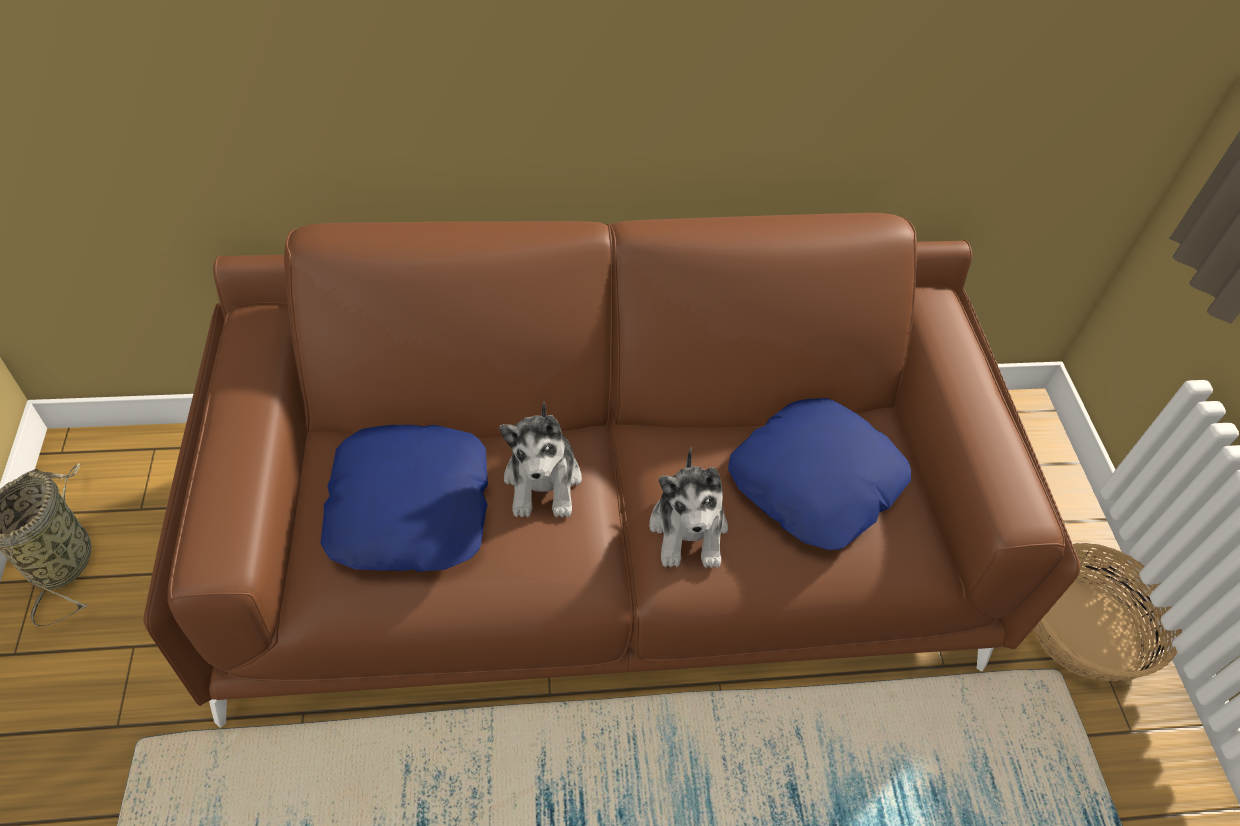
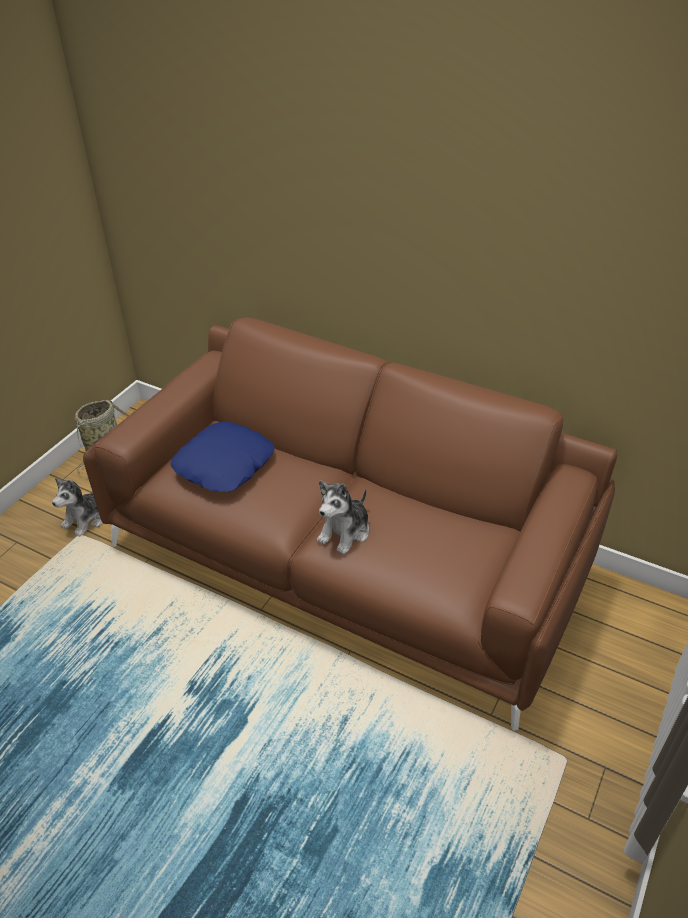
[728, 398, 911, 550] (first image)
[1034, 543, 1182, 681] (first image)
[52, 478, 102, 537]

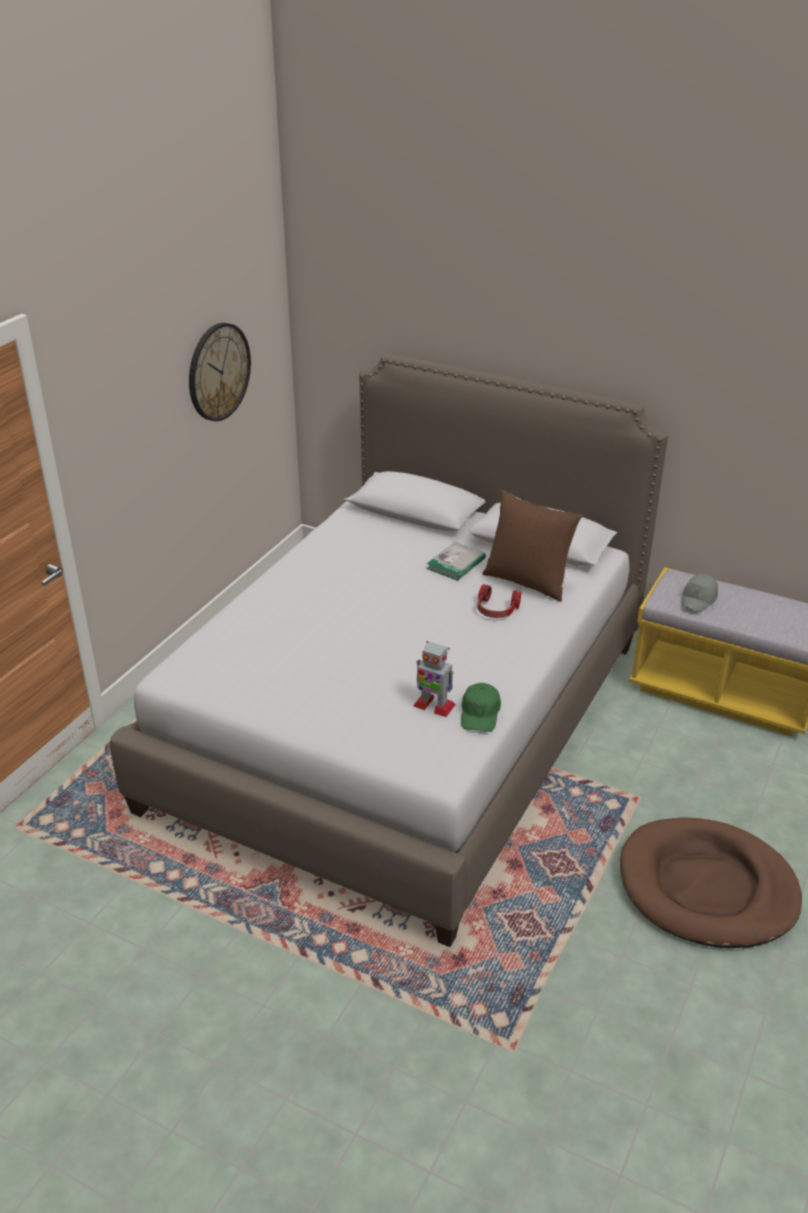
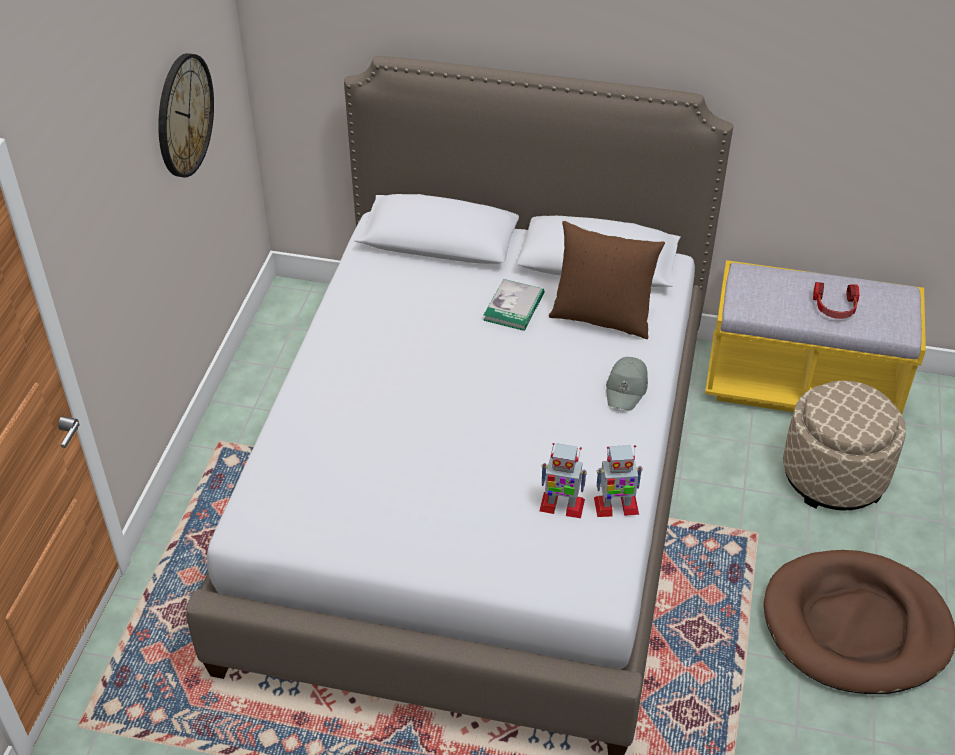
[783, 381, 906, 510]
[813, 282, 859, 319]
[606, 357, 648, 411]
[594, 445, 643, 517]

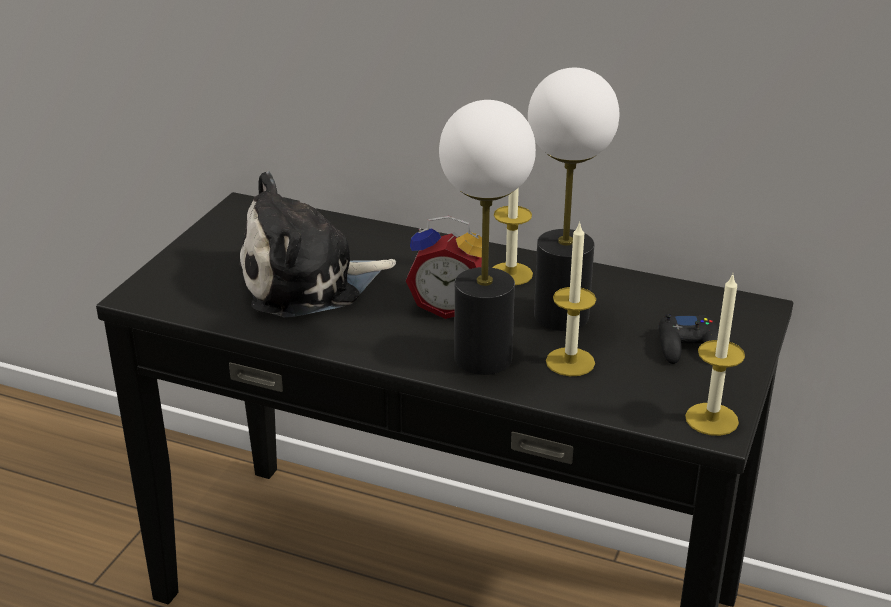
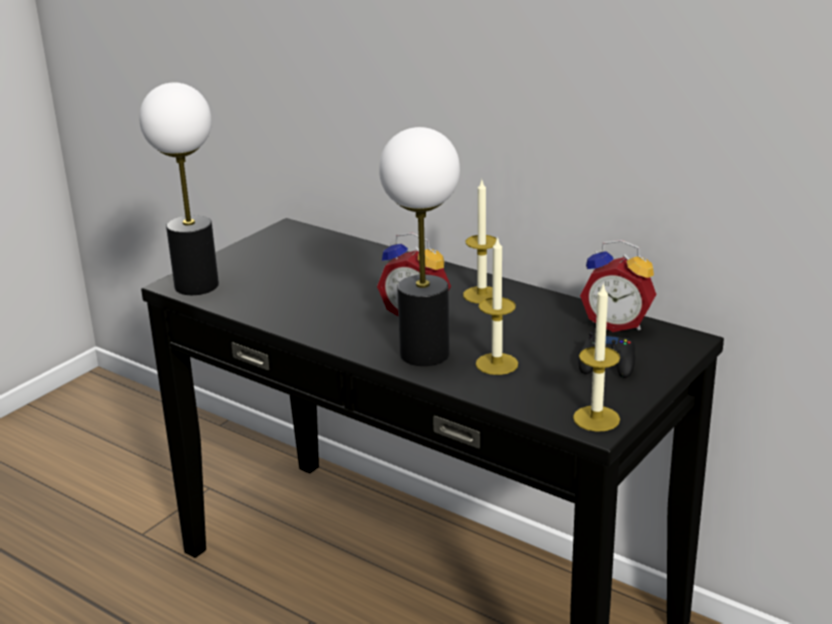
[239, 171, 396, 317] (first image)
[580, 240, 656, 332]
[140, 82, 219, 295]

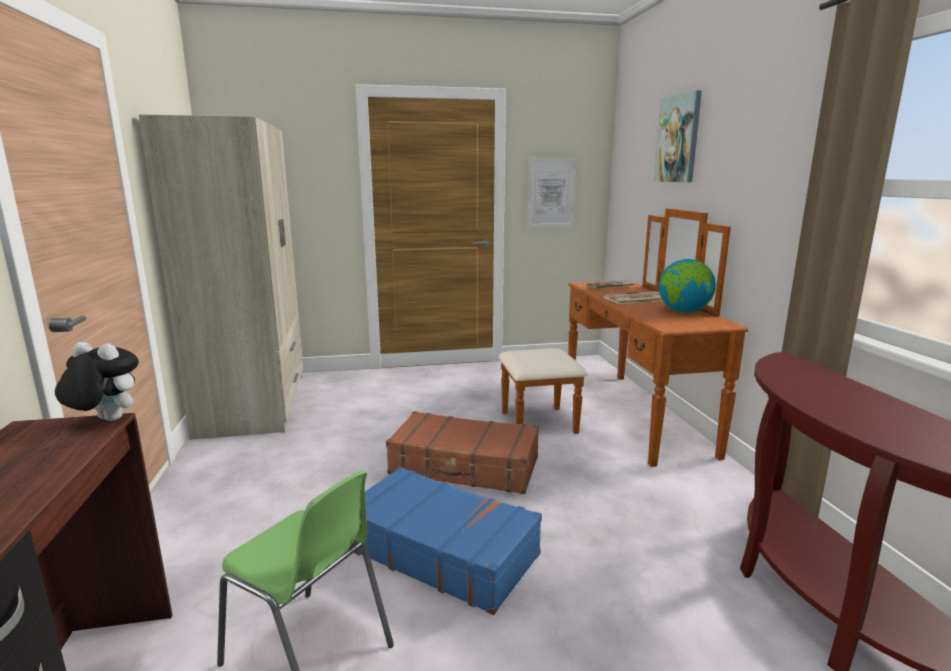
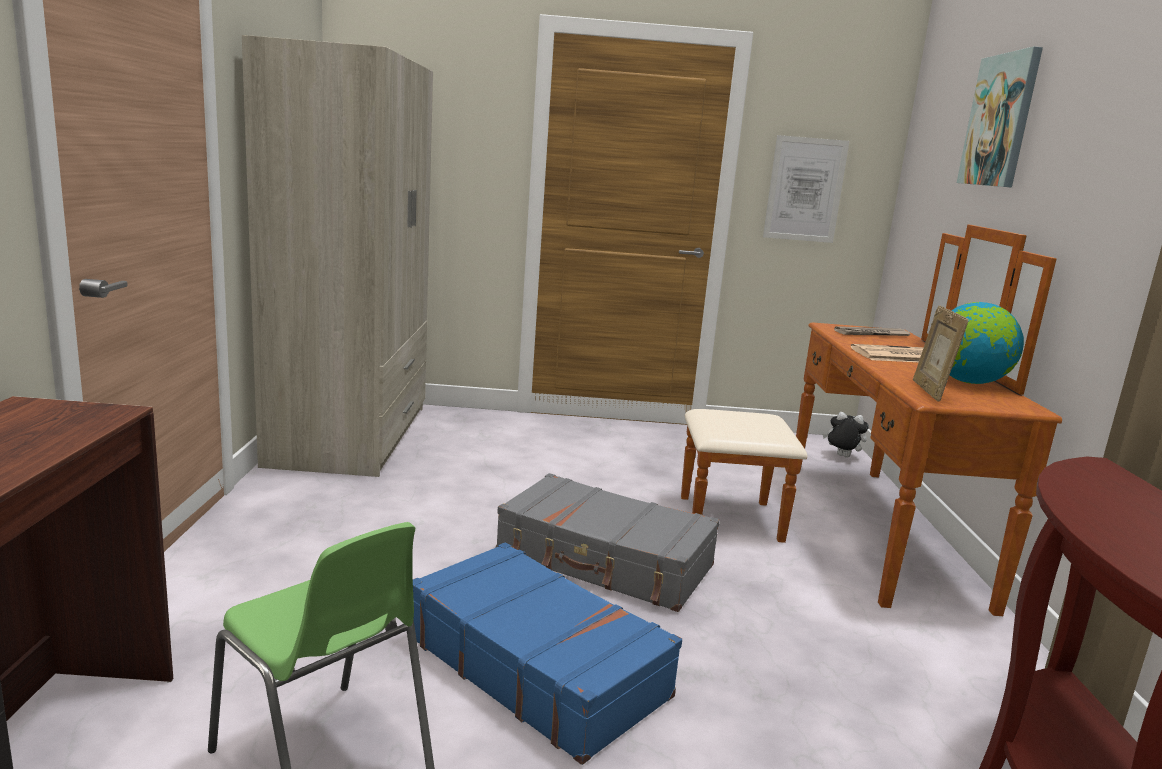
[913, 306, 968, 401]
[823, 412, 869, 458]
[496, 473, 720, 612]

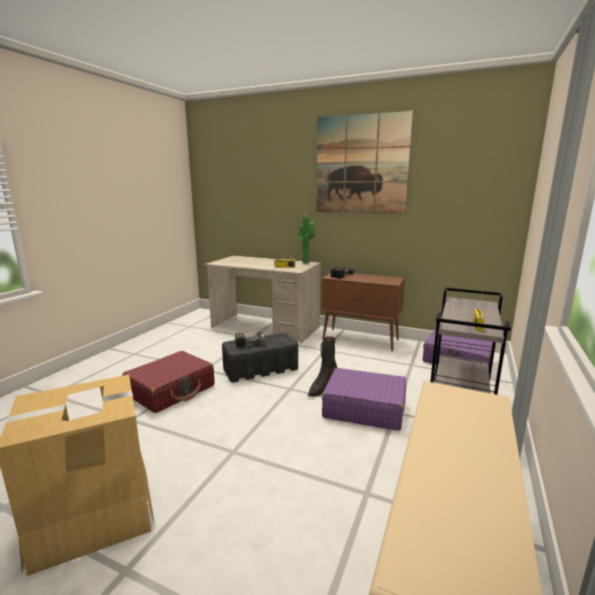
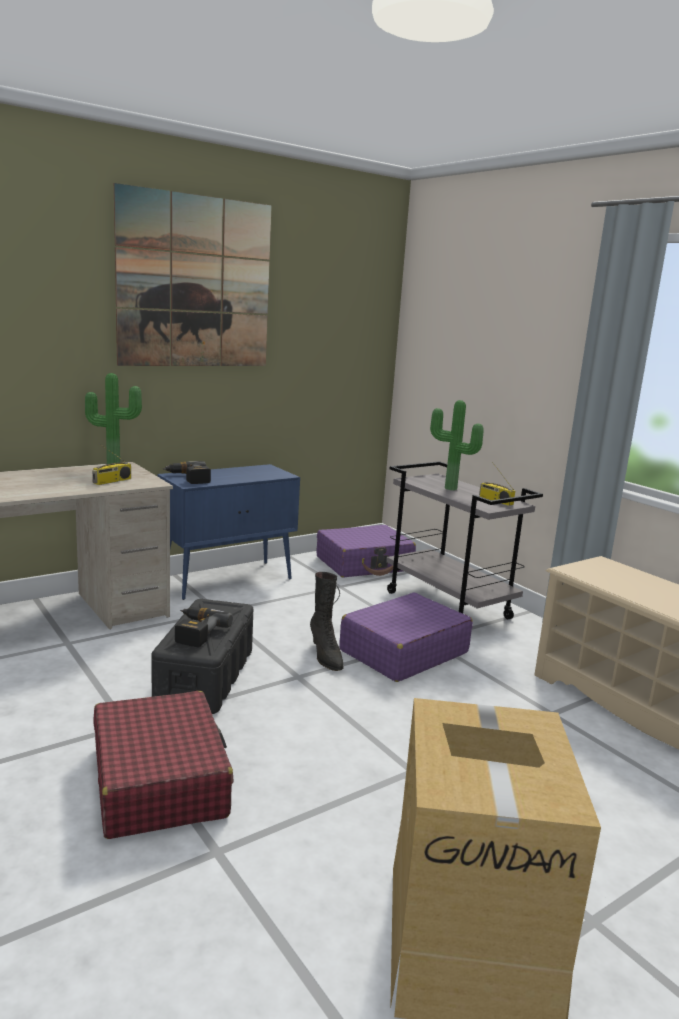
[430, 400, 484, 490]
[157, 464, 300, 600]

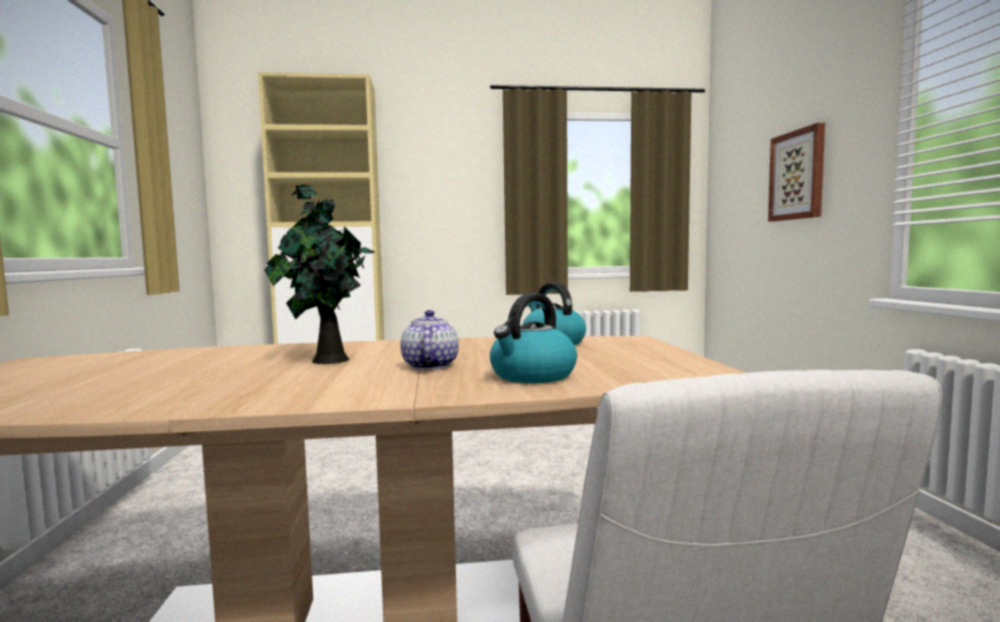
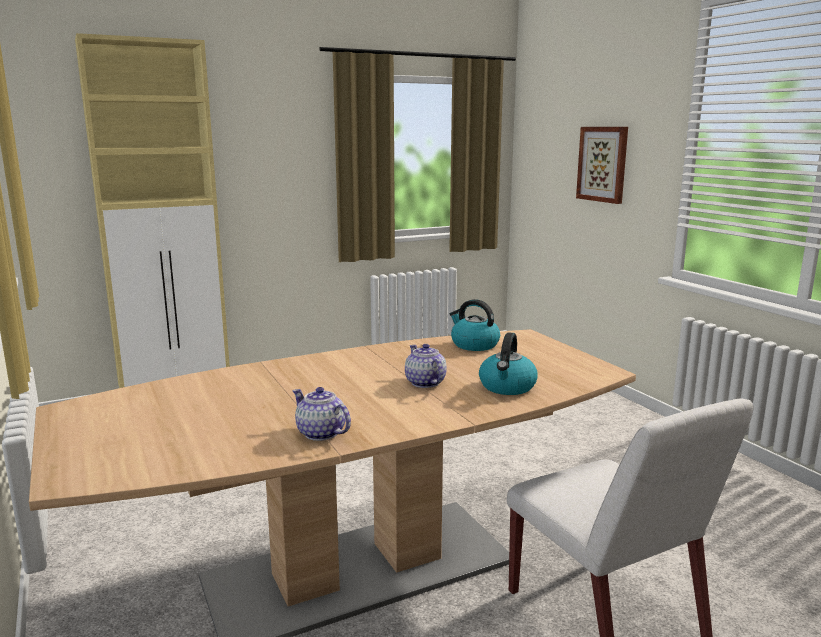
[264, 184, 375, 364] (first image)
[292, 387, 351, 441]

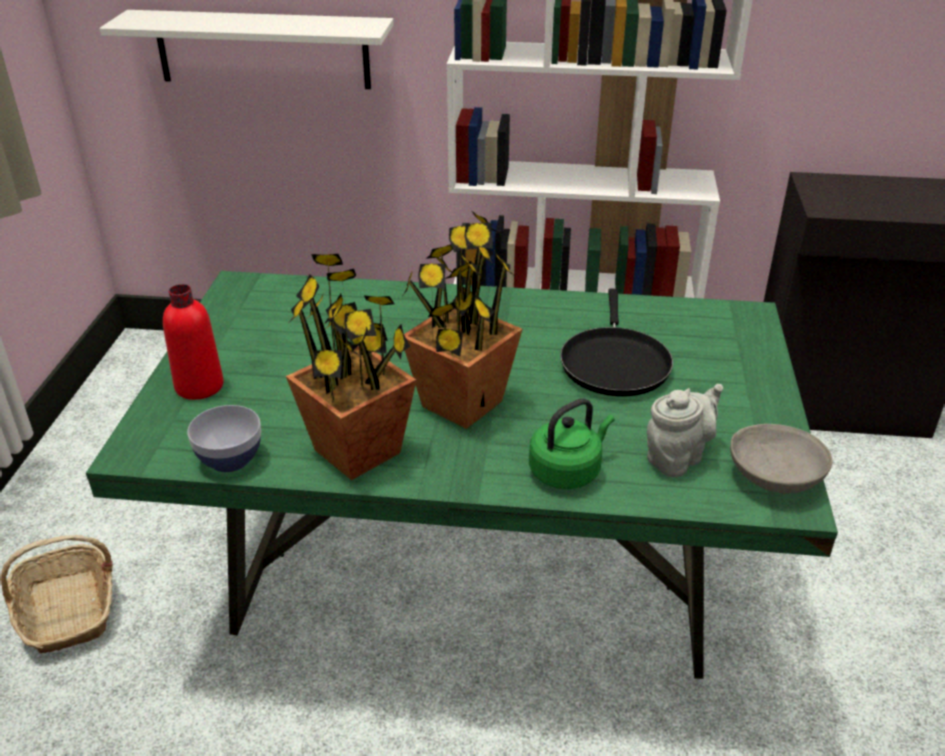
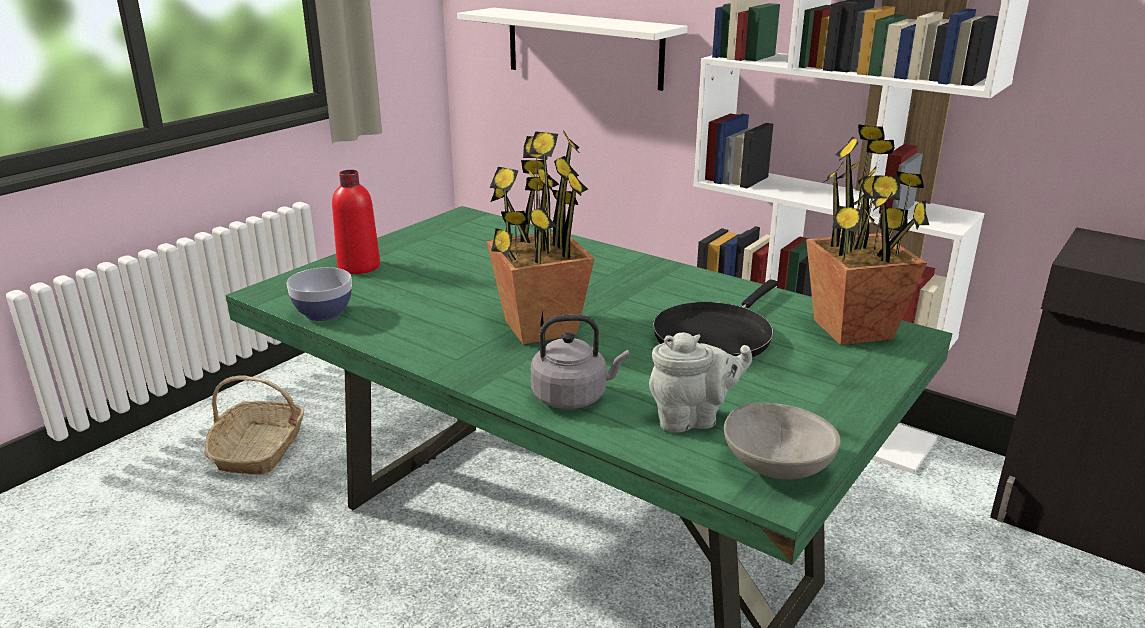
[806, 124, 929, 345]
[531, 315, 629, 409]

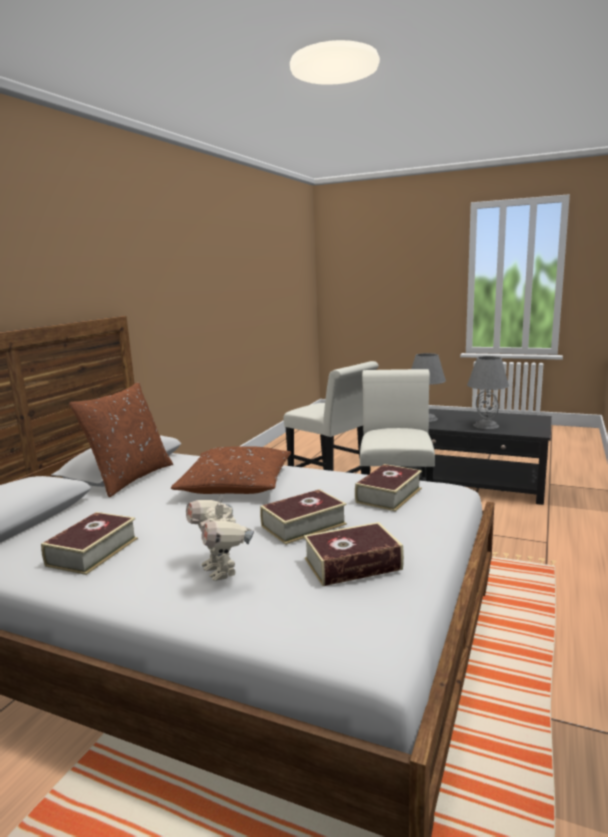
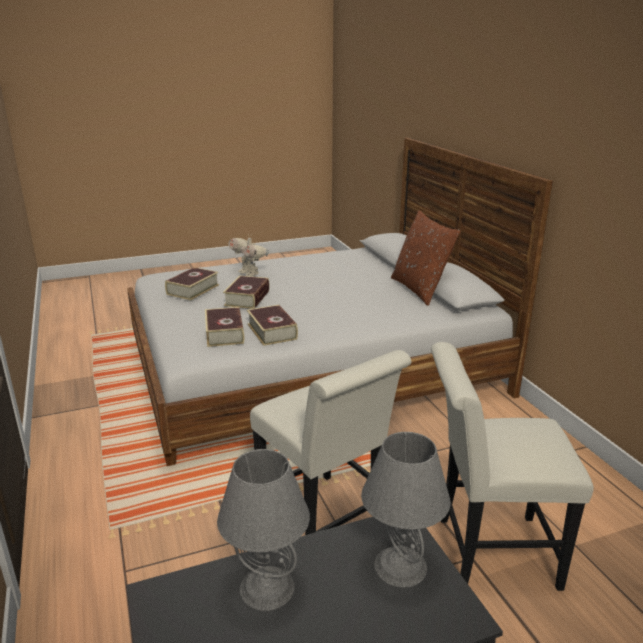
[171, 446, 291, 494] (first image)
[247, 305, 298, 346]
[228, 236, 270, 276]

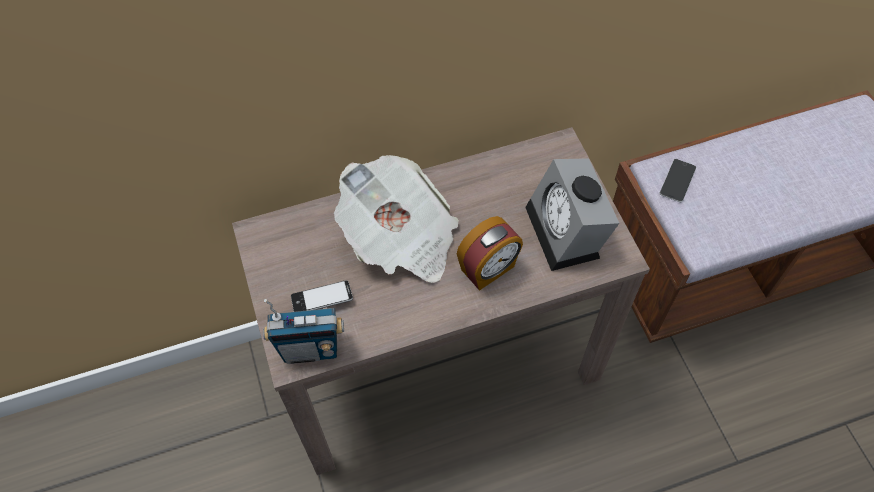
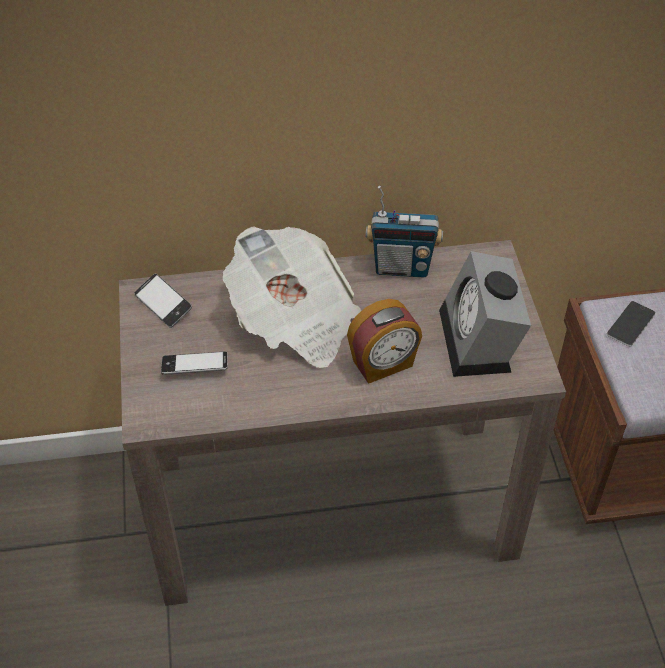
[134, 274, 192, 328]
[366, 186, 443, 277]

